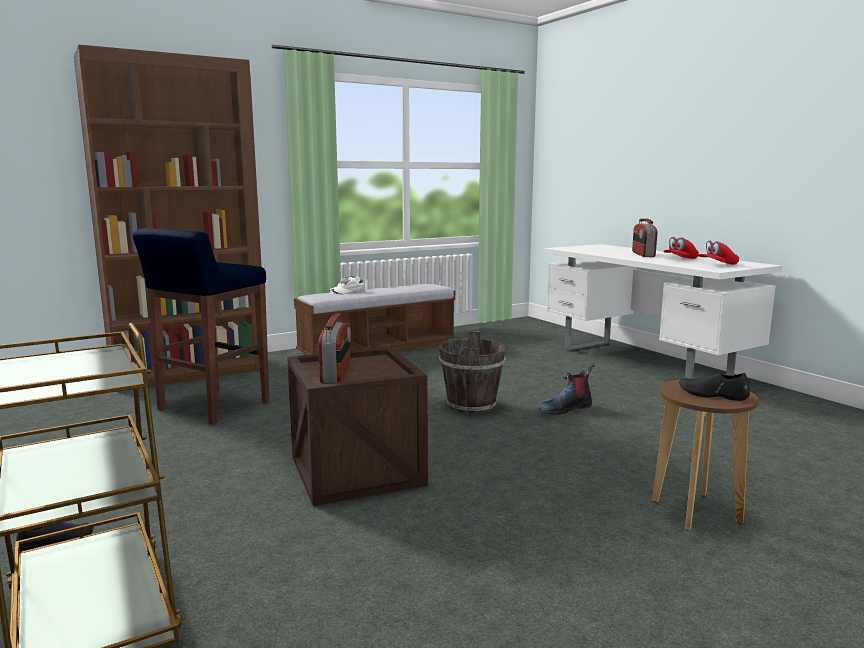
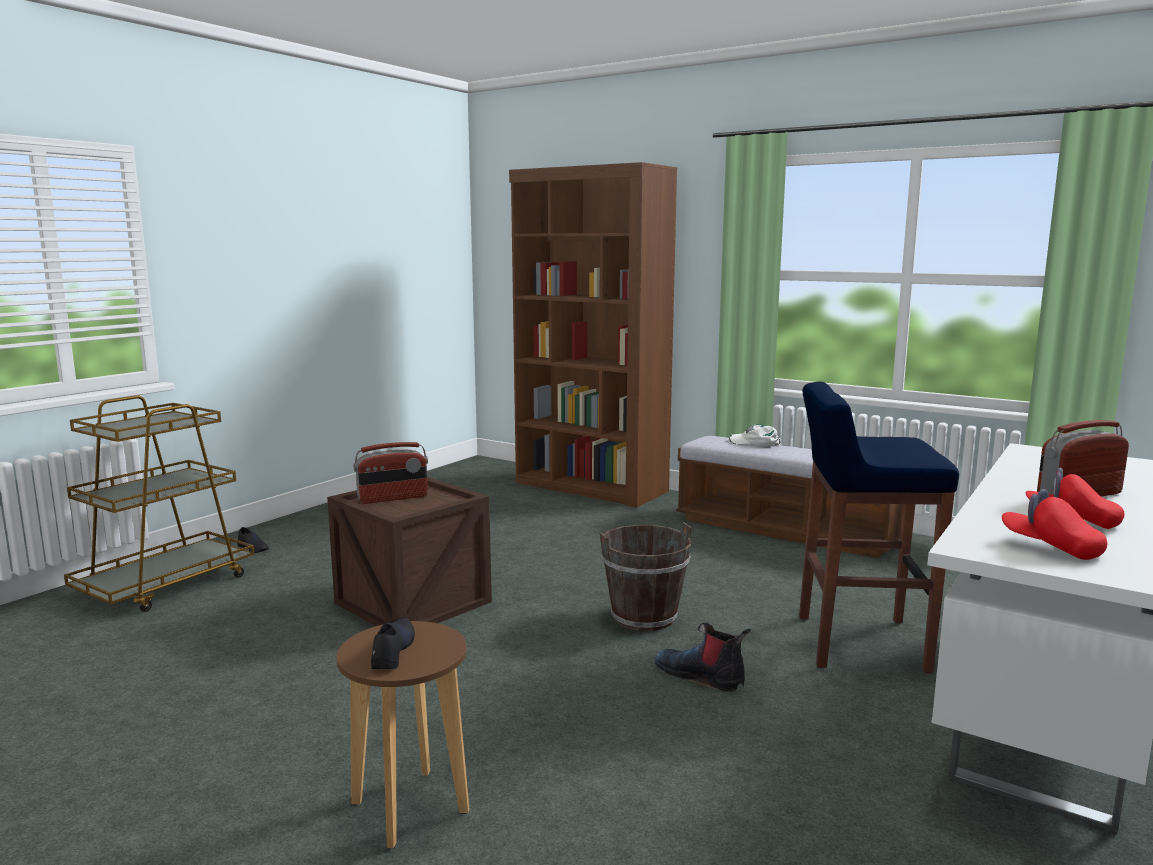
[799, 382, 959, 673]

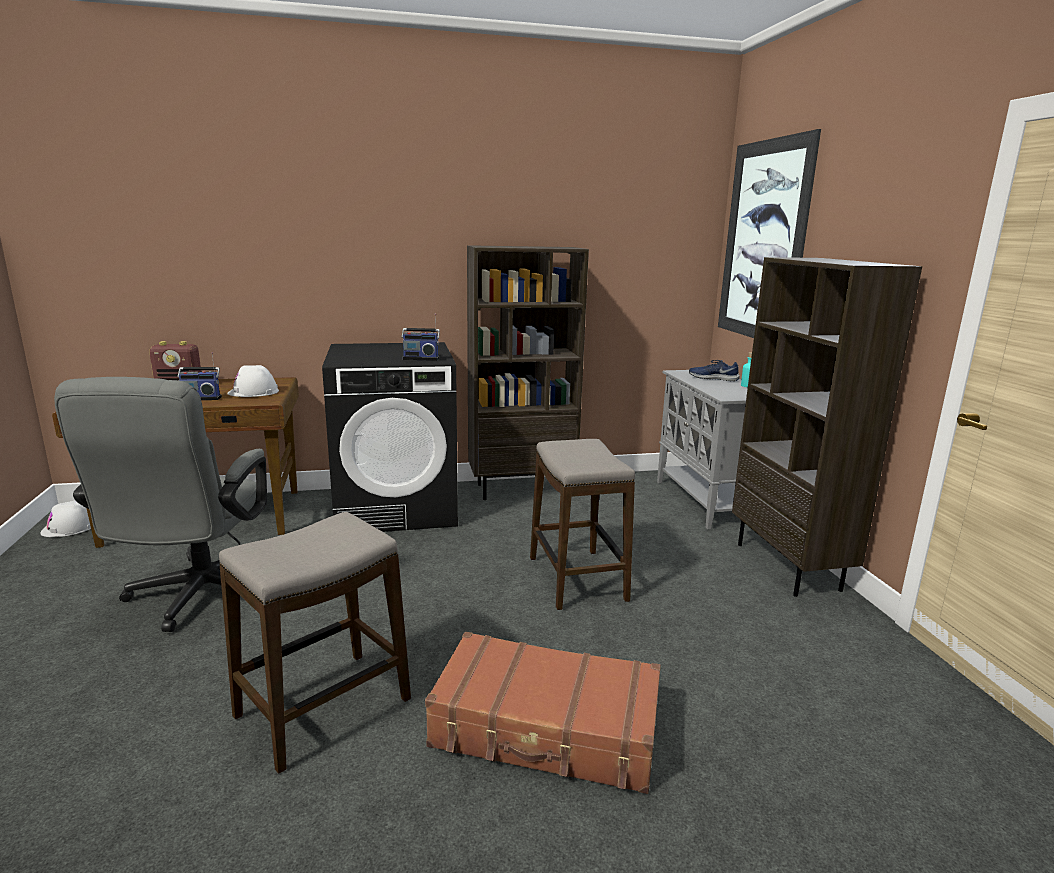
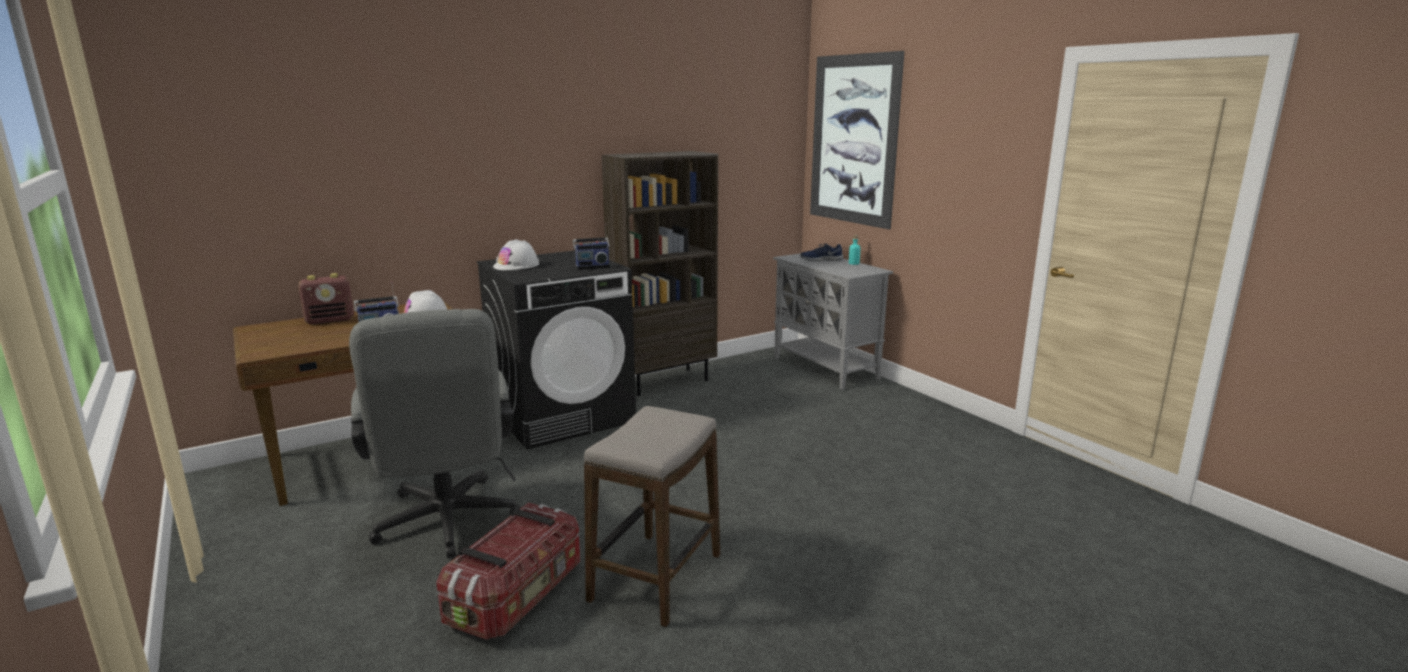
[425, 632, 661, 794] (first image)
[530, 439, 635, 610] (first image)
[732, 257, 922, 597] (first image)
[436, 502, 580, 640]
[493, 239, 539, 270]

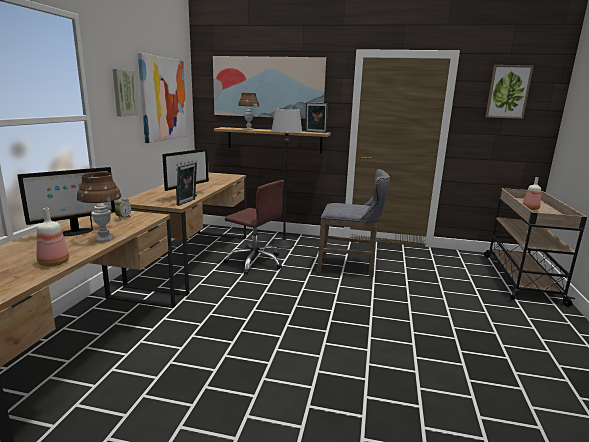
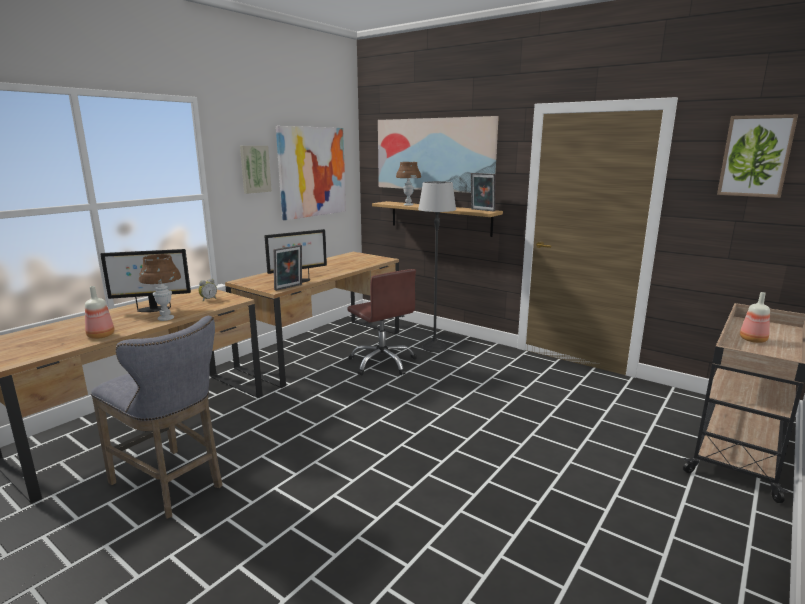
[91, 316, 223, 519]

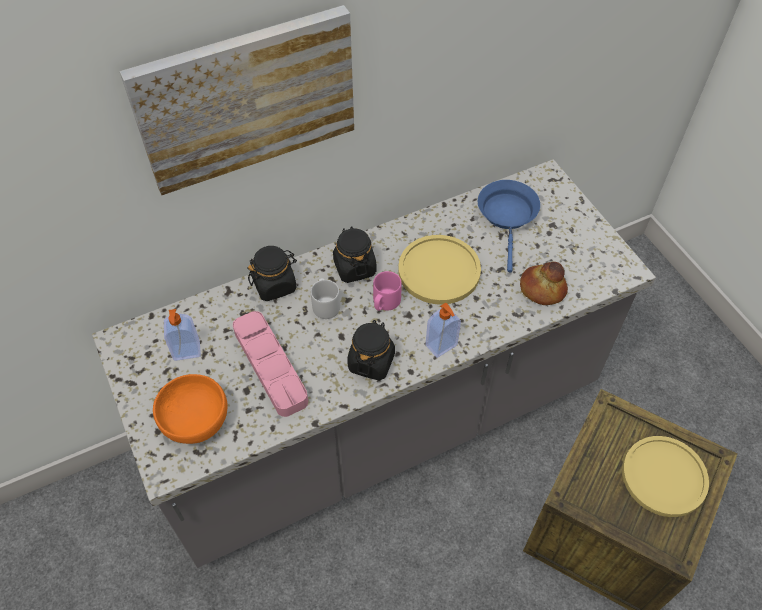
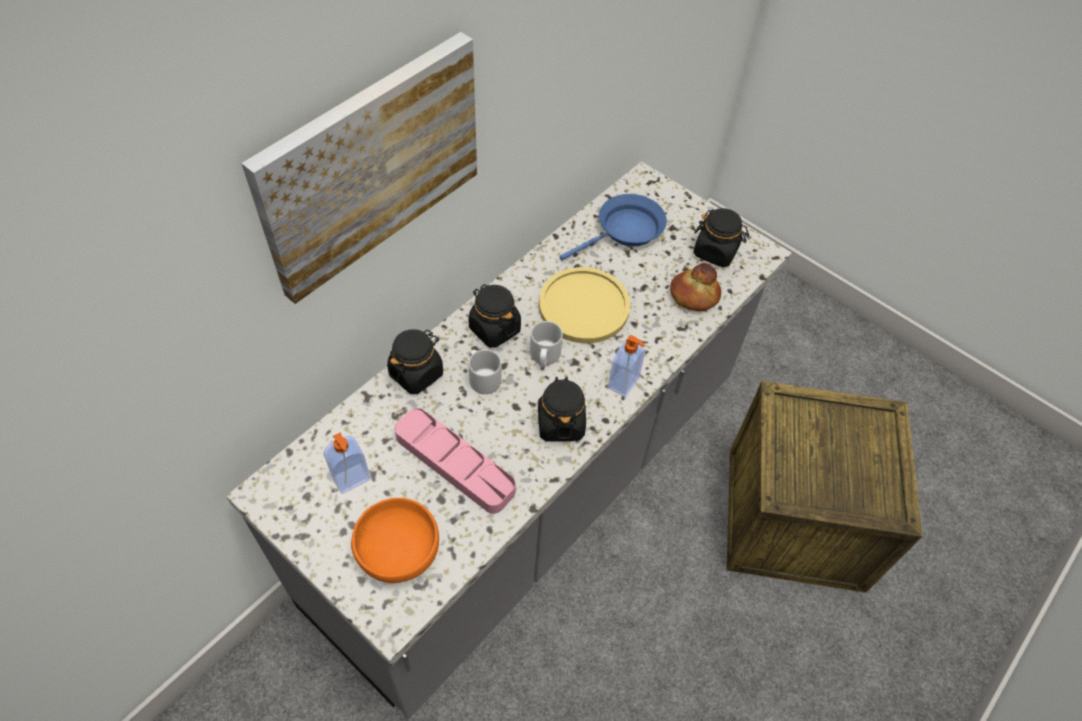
[622, 436, 709, 517] (first image)
[694, 208, 749, 267]
[530, 321, 563, 367]
[560, 194, 667, 260]

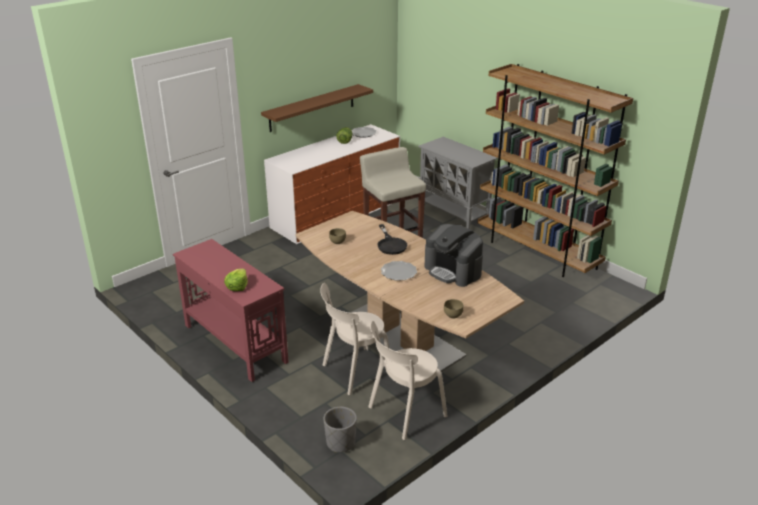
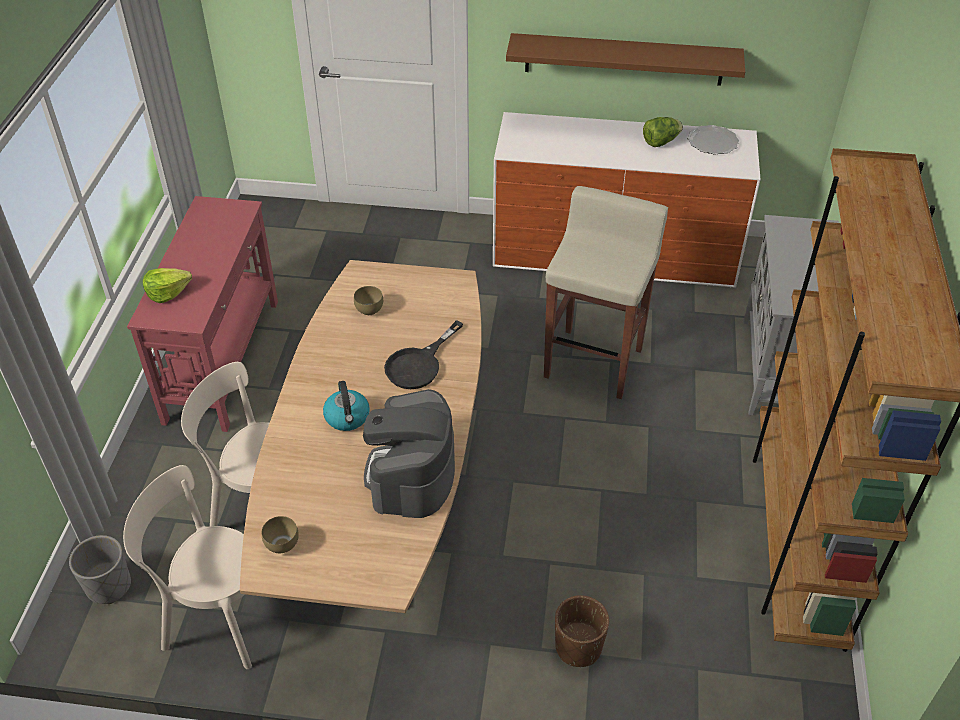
[555, 595, 609, 667]
[323, 381, 370, 431]

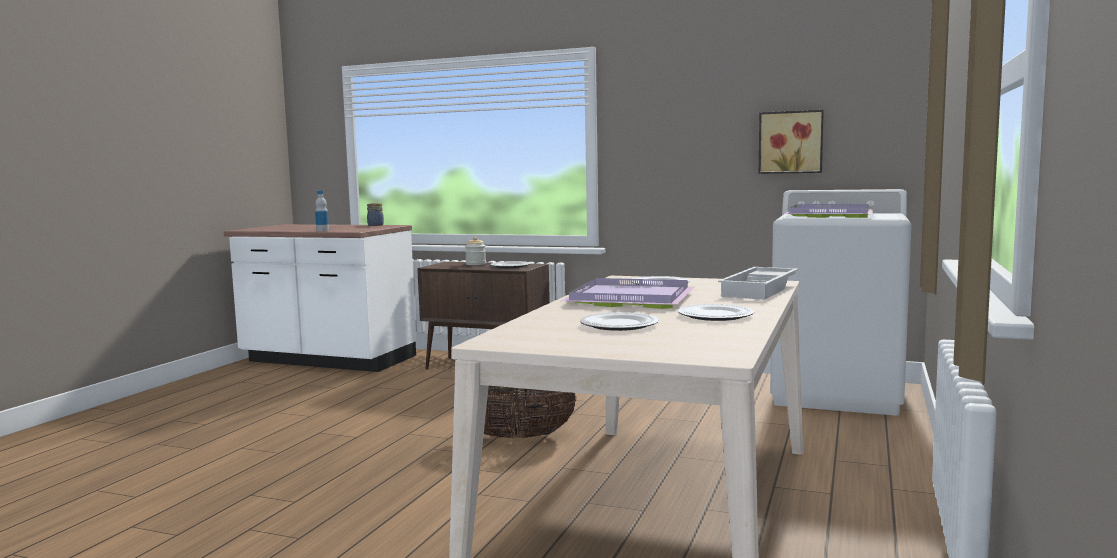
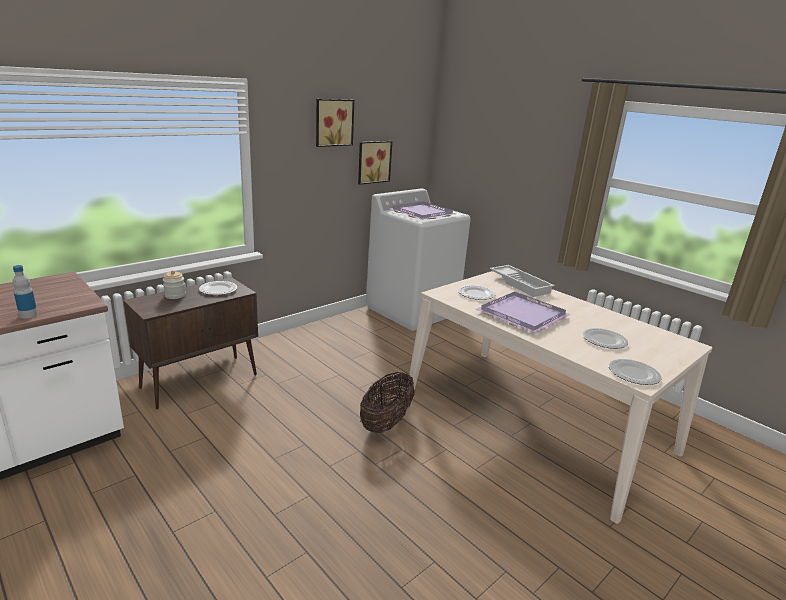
[367, 203, 384, 226] (first image)
[316, 99, 354, 147]
[609, 359, 661, 385]

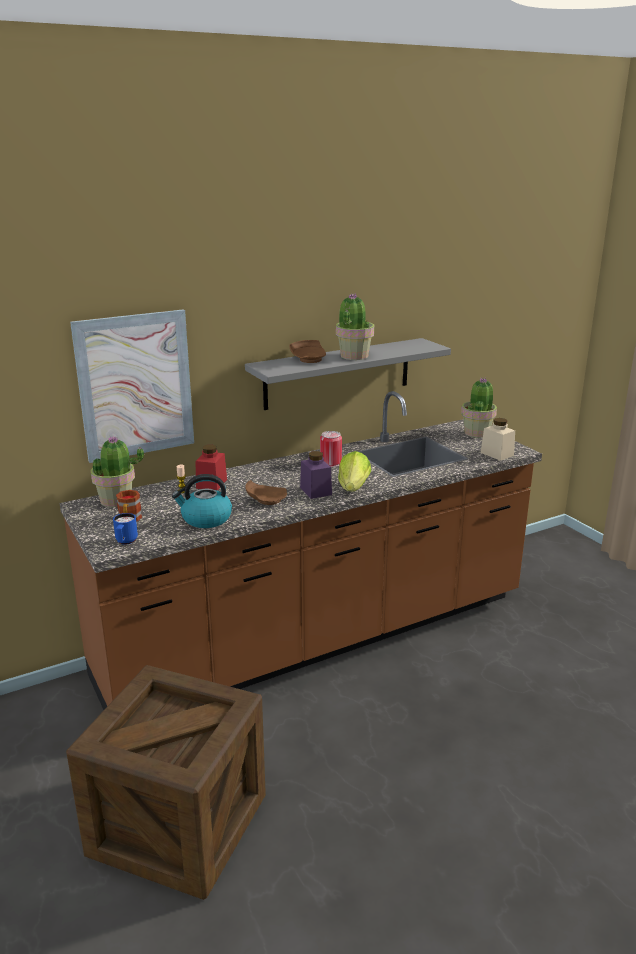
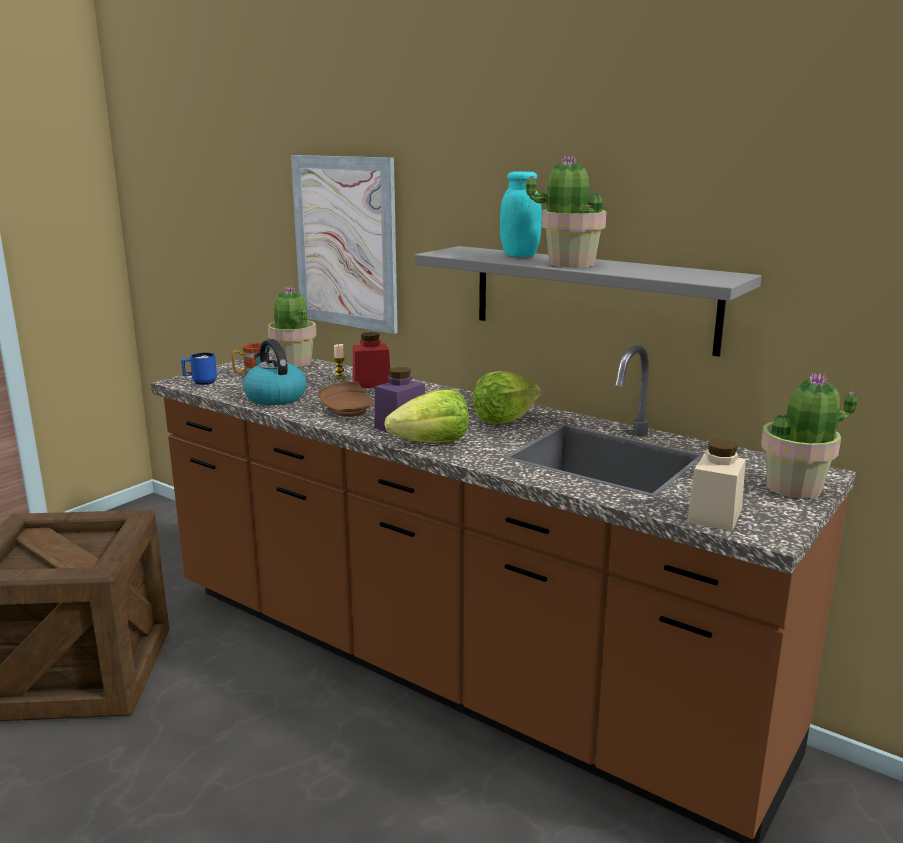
[500, 171, 542, 257]
[472, 371, 541, 424]

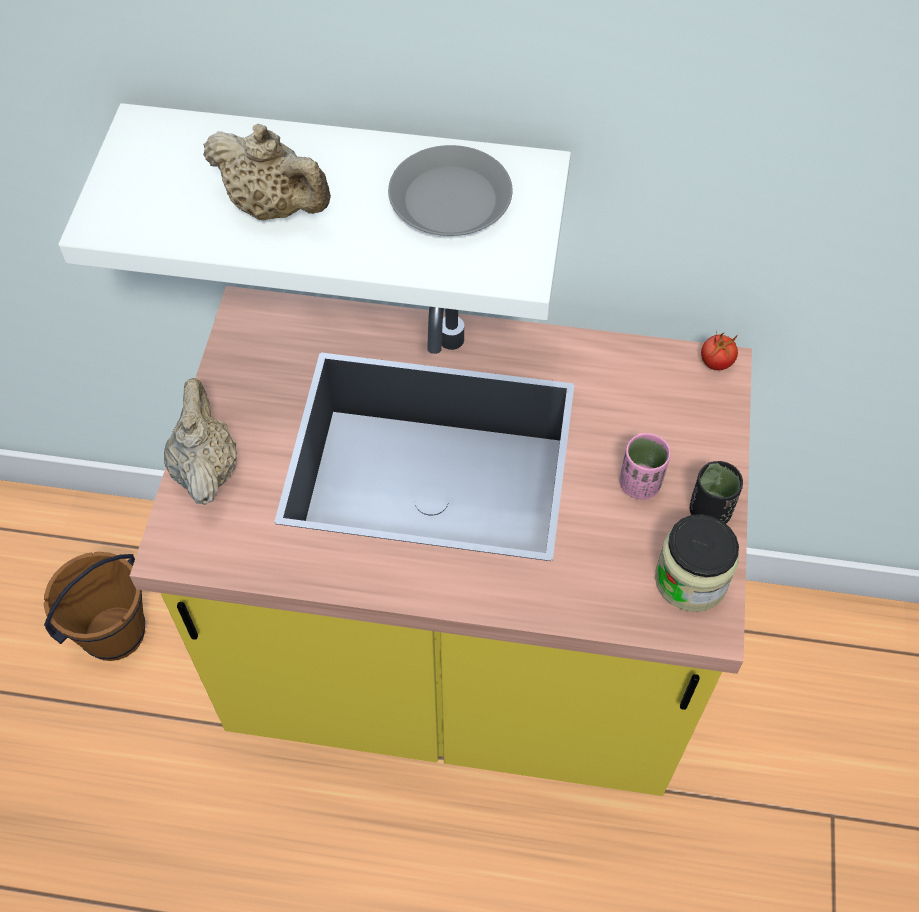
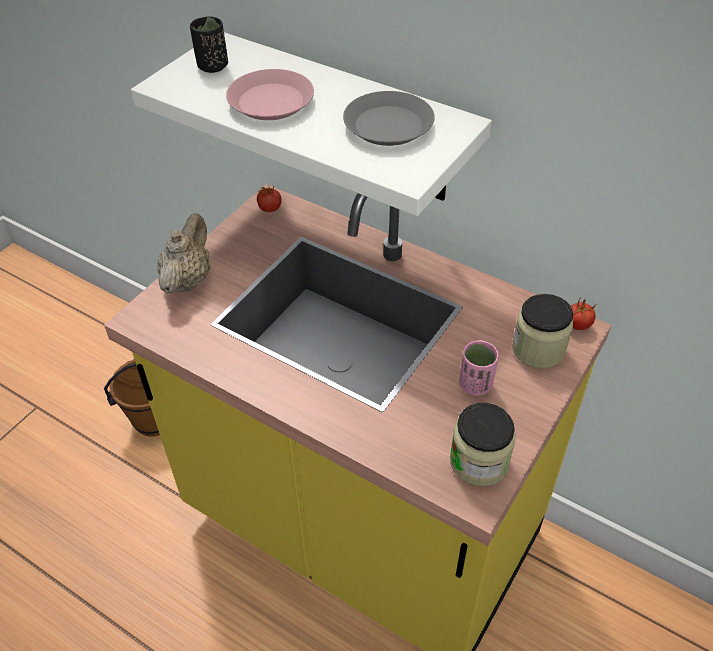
[257, 185, 282, 212]
[512, 294, 573, 369]
[190, 16, 228, 73]
[226, 69, 314, 120]

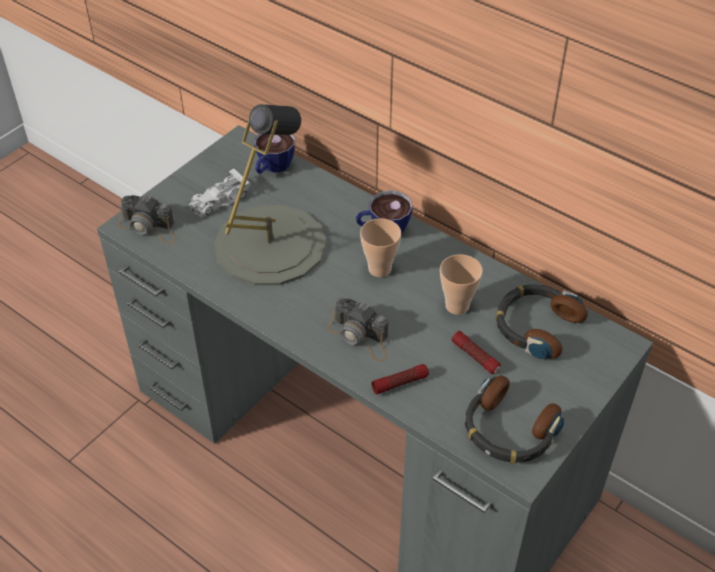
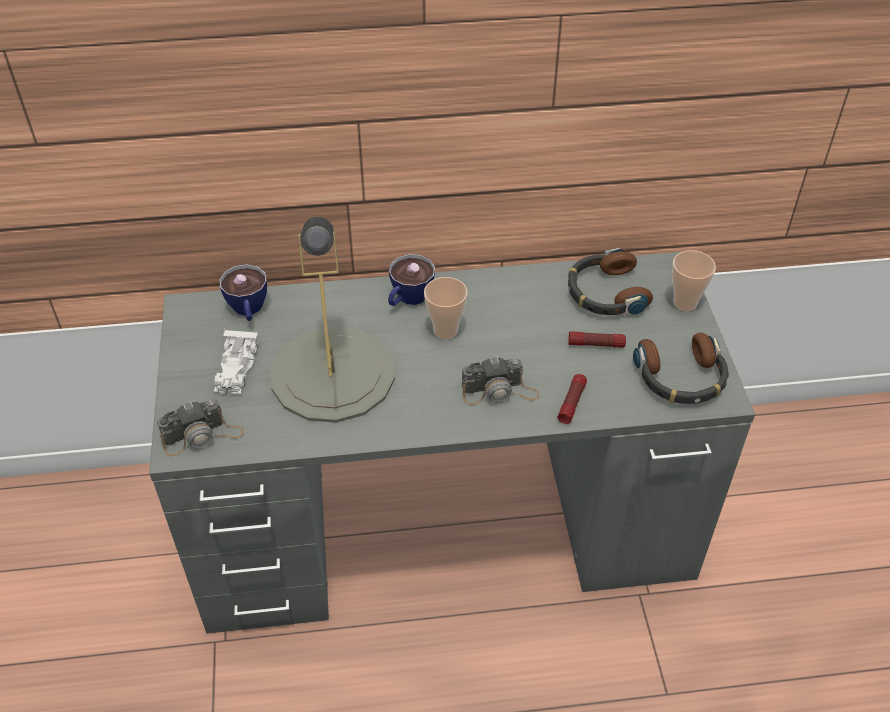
[672, 250, 716, 311]

